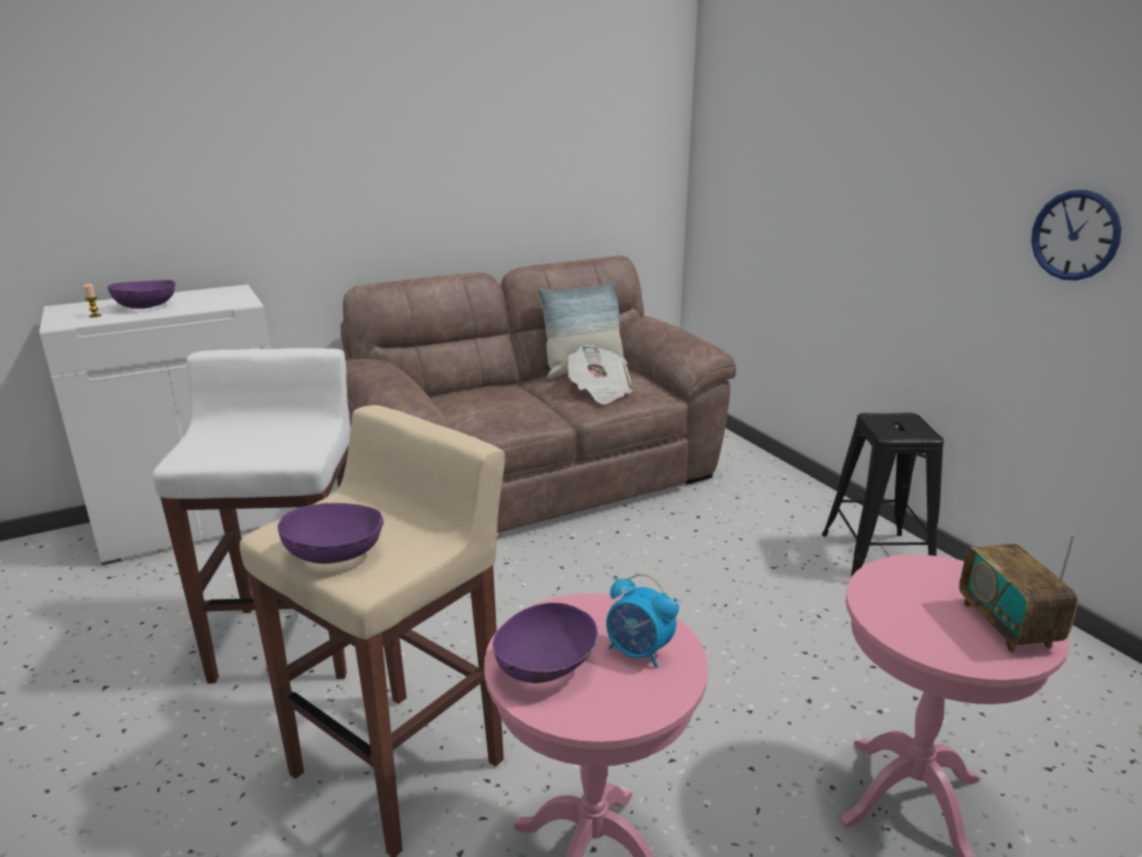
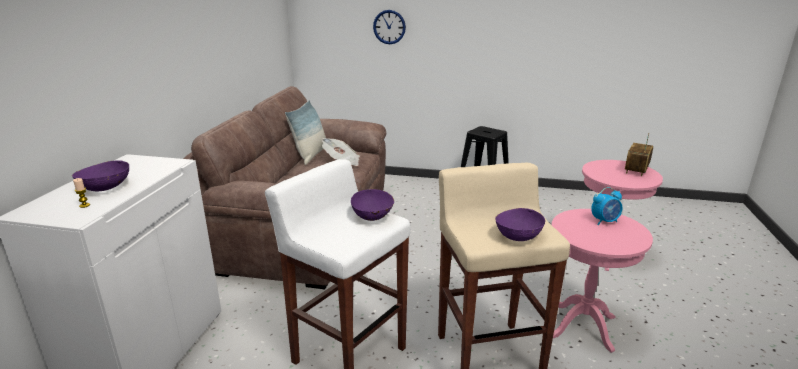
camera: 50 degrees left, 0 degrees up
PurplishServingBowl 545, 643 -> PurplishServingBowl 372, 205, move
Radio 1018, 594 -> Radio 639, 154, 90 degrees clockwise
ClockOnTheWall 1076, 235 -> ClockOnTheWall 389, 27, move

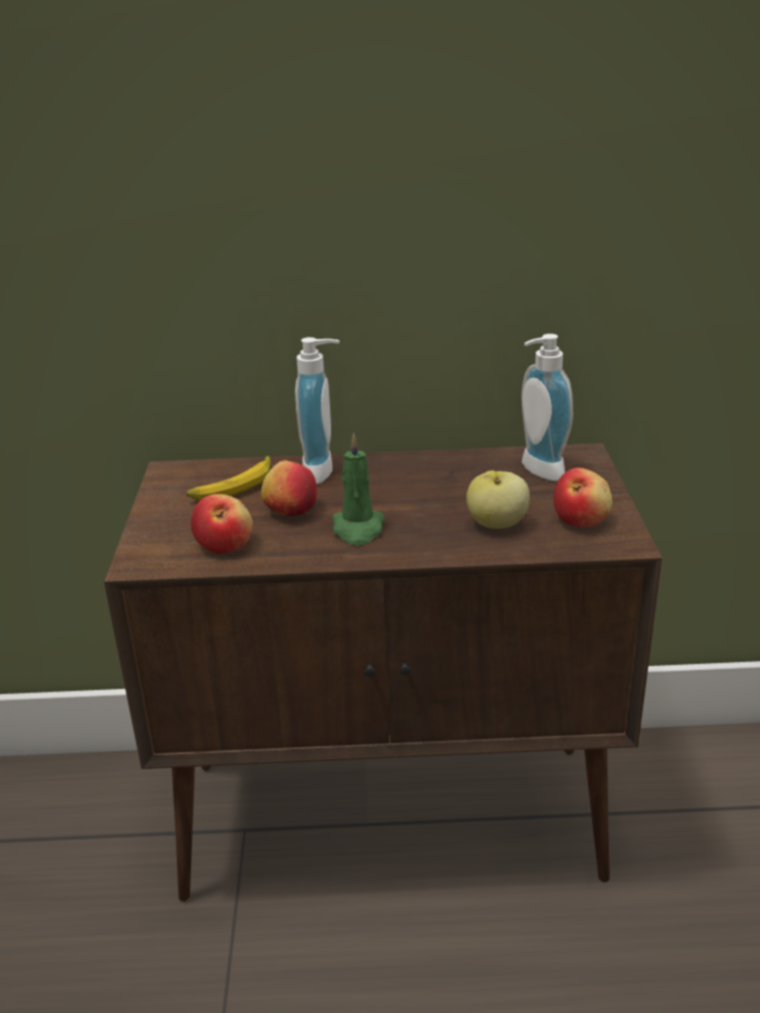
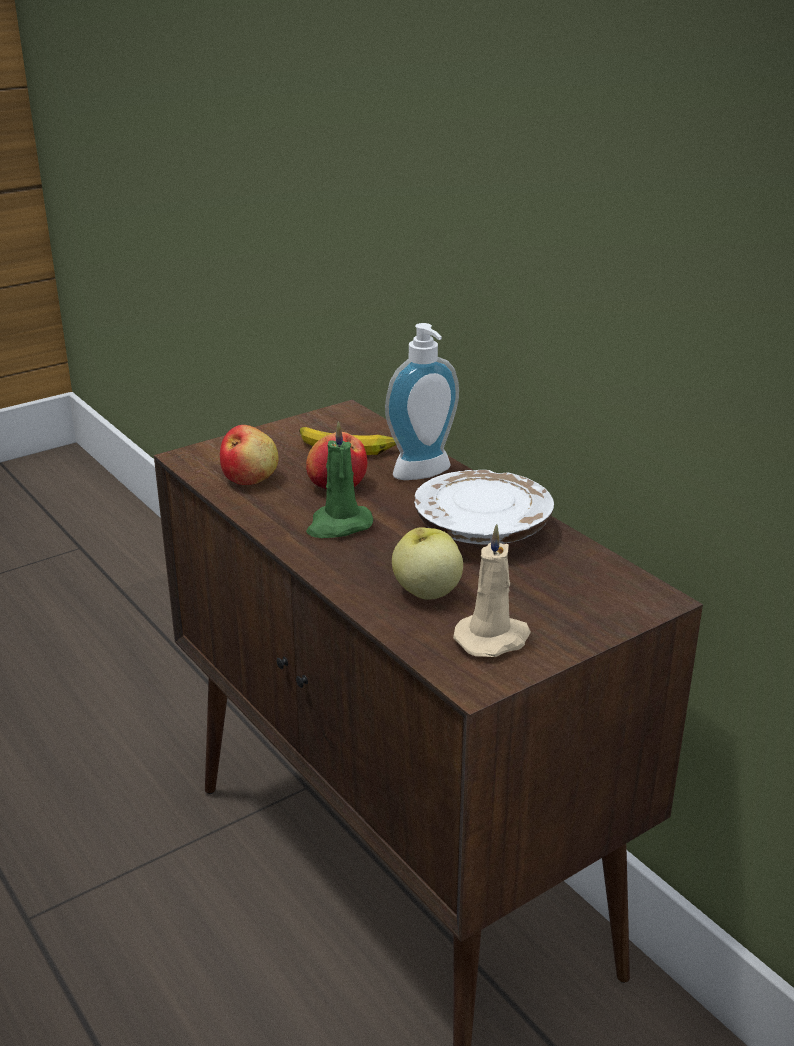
camera: 55 degrees right, 0 degrees up
SoapBottle 547, 407 -> none
Apple 582, 498 -> BeigeWaxLight 492, 590
none -> WhiteColouredPlate 484, 507

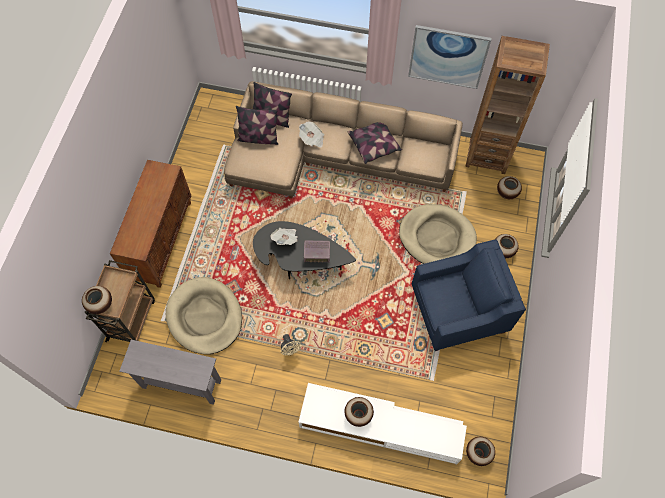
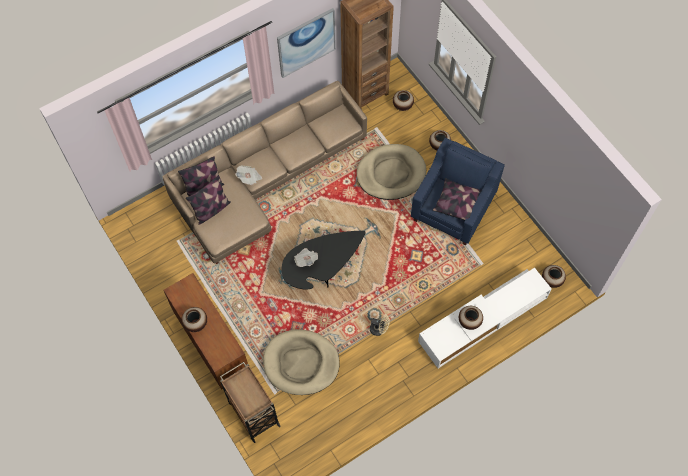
camera: 45 degrees left, 0 degrees up
FlowerVase 97, 300 -> FlowerVase 194, 319, move
GreyHallTable 170, 372 -> none
Radio 317, 252 -> none
ThrowPillow 375, 143 -> ThrowPillow 457, 199, move

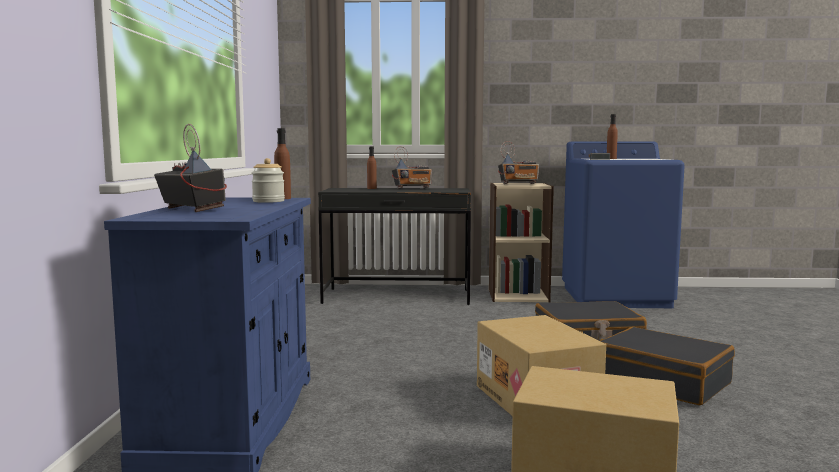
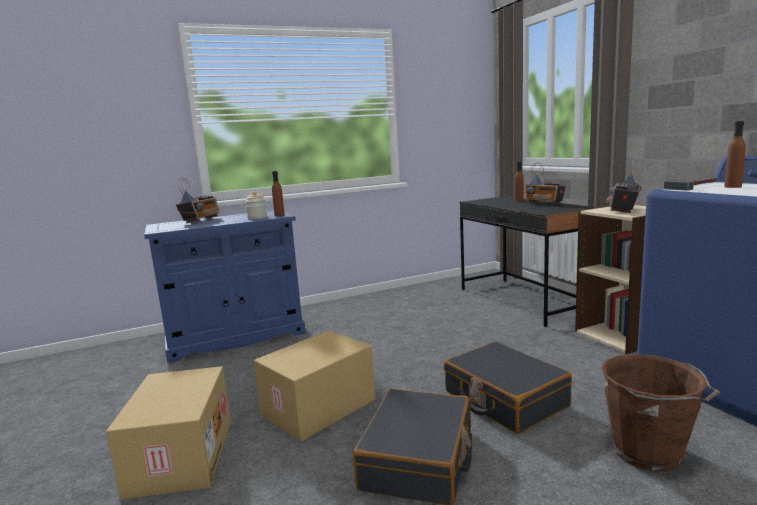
camera: 65 degrees right, 5 degrees up
Radio 518, 162 -> Radio 623, 185, 60 degrees clockwise
none -> BrownColouredWaterBucket 660, 413

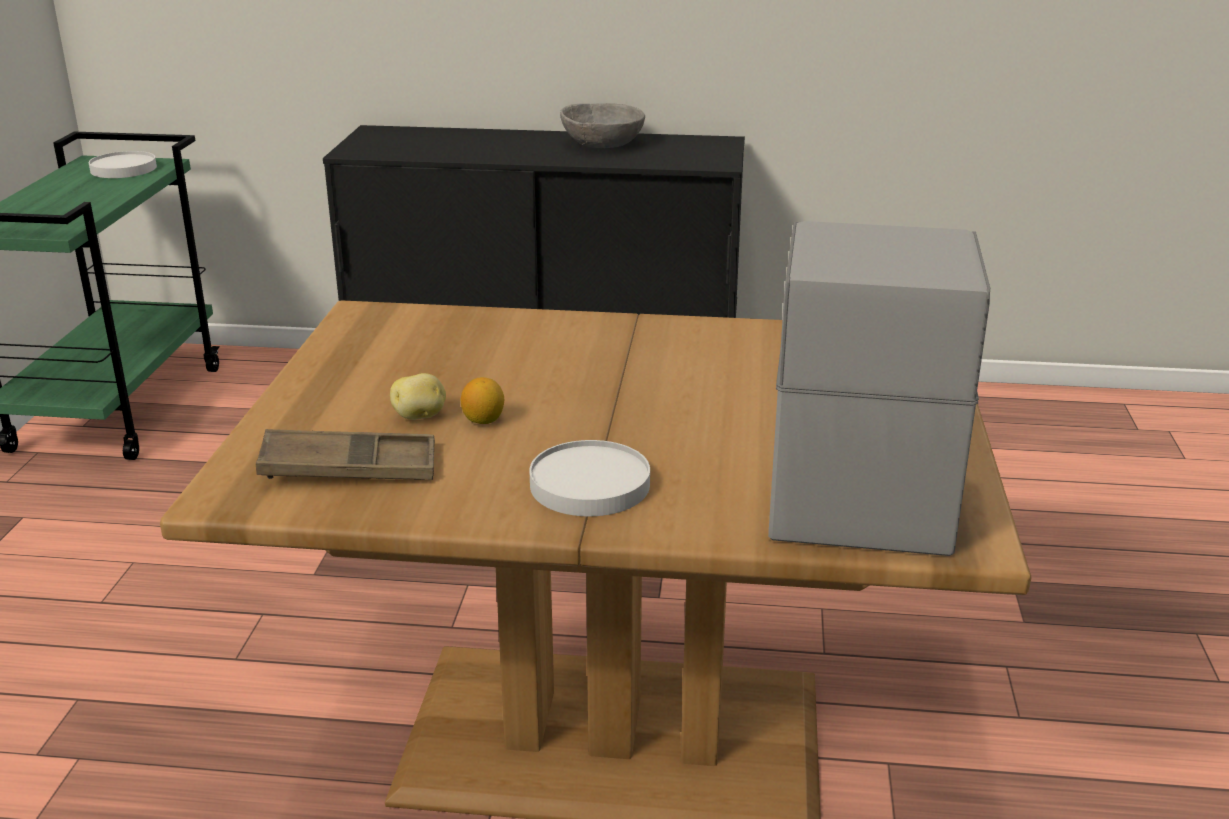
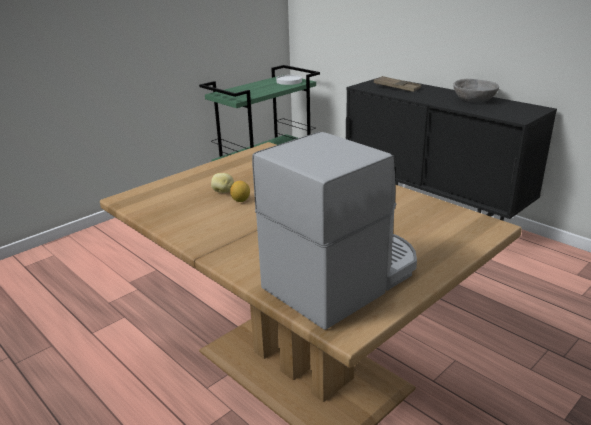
camera: 40 degrees right, 0 degrees up
BrownColouredCarryingTray 345, 454 -> BrownColouredCarryingTray 397, 84, move
WhiteColouredPlate 589, 478 -> none

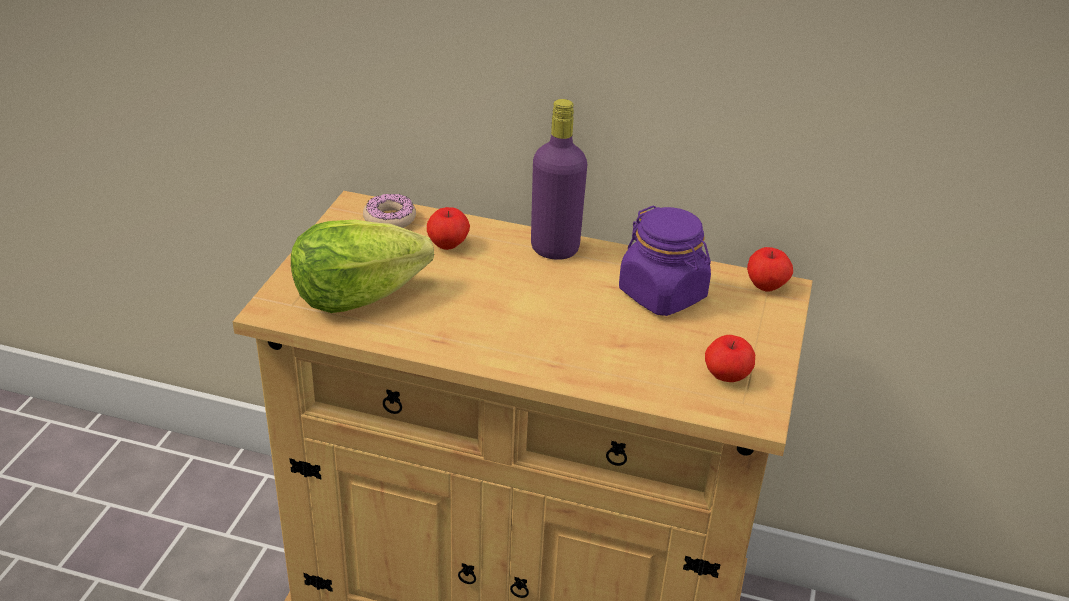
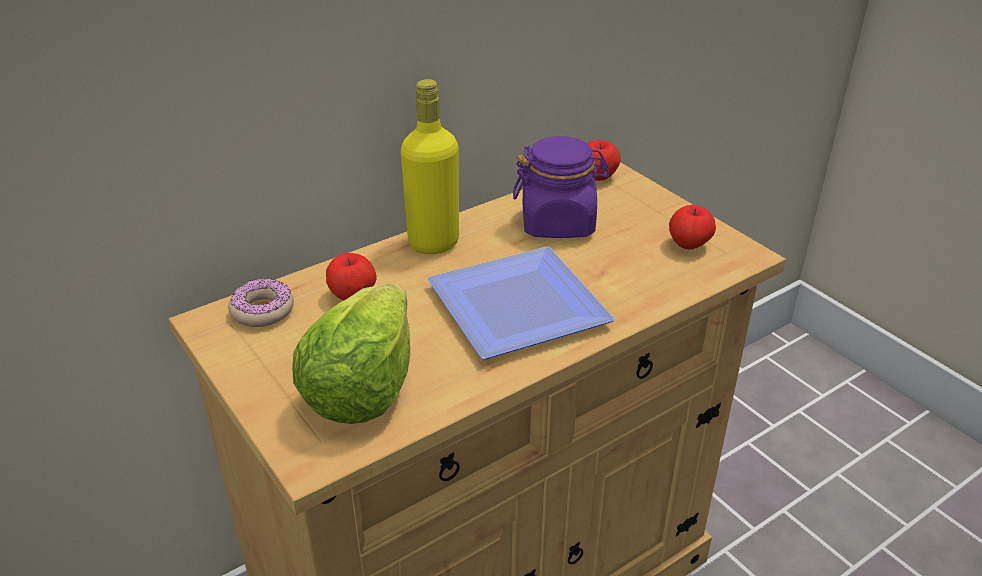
camera: 50 degrees left, 0 degrees up
PurplishDrinkBottle 559, 179 -> YellowishDrinkBottle 430, 166
none -> Plate 521, 302

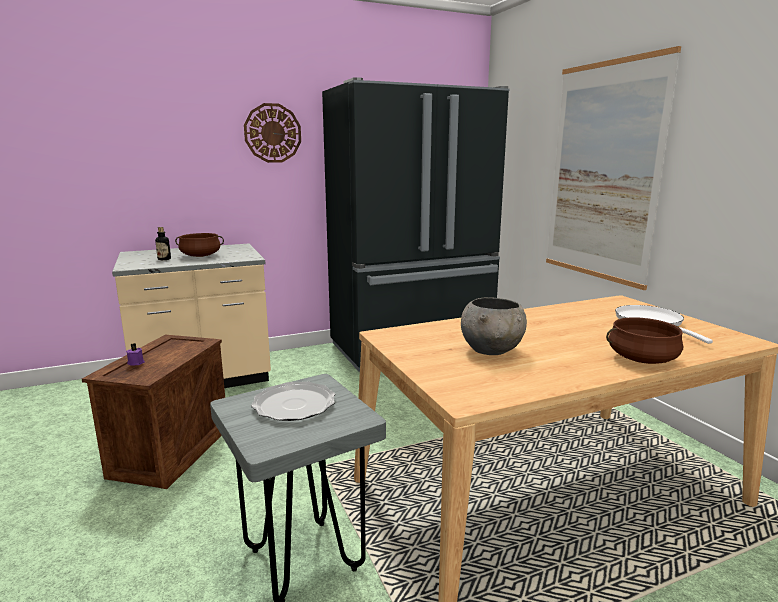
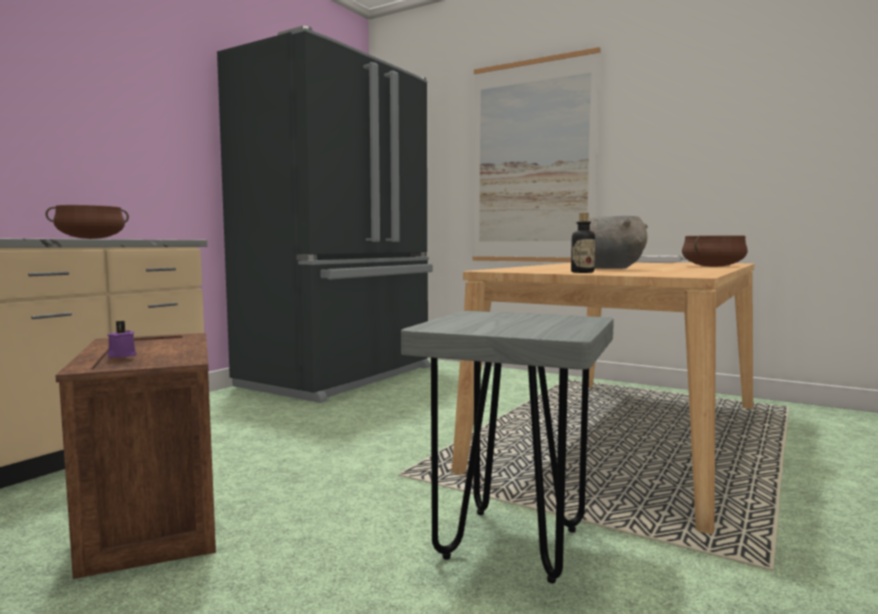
camera: 35 degrees left, 10 degrees down
DrinkBottle 163, 243 -> DrinkBottle 583, 243, move
ClockOnTheWall 272, 133 -> none
Plate 293, 401 -> none

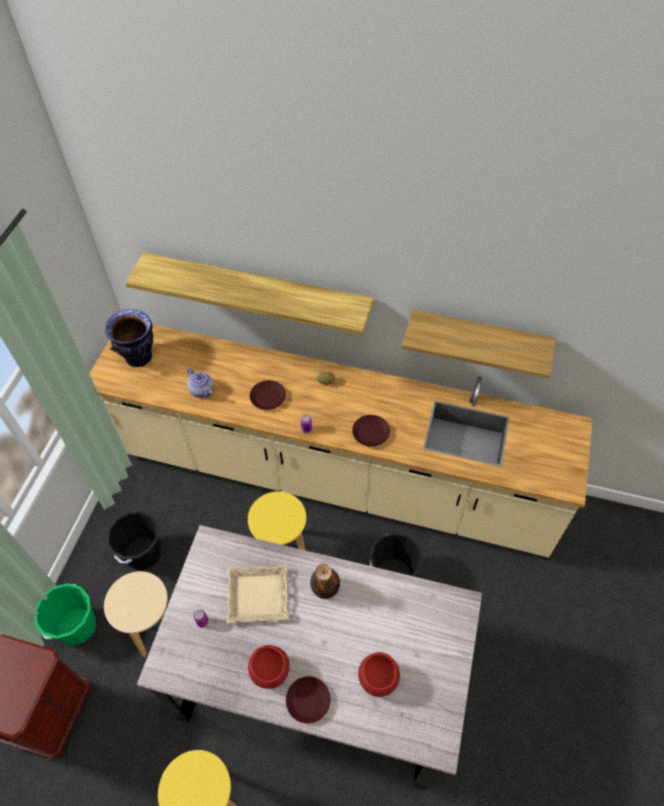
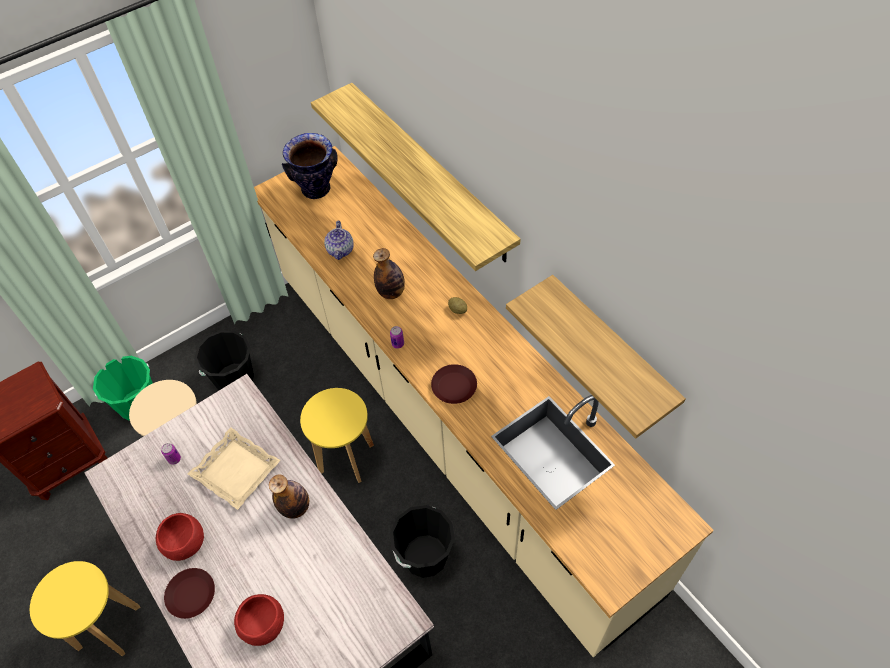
camera: 40 degrees right, 0 degrees up
BrownColouredPlate 268, 395 -> DrinkBottle 389, 273

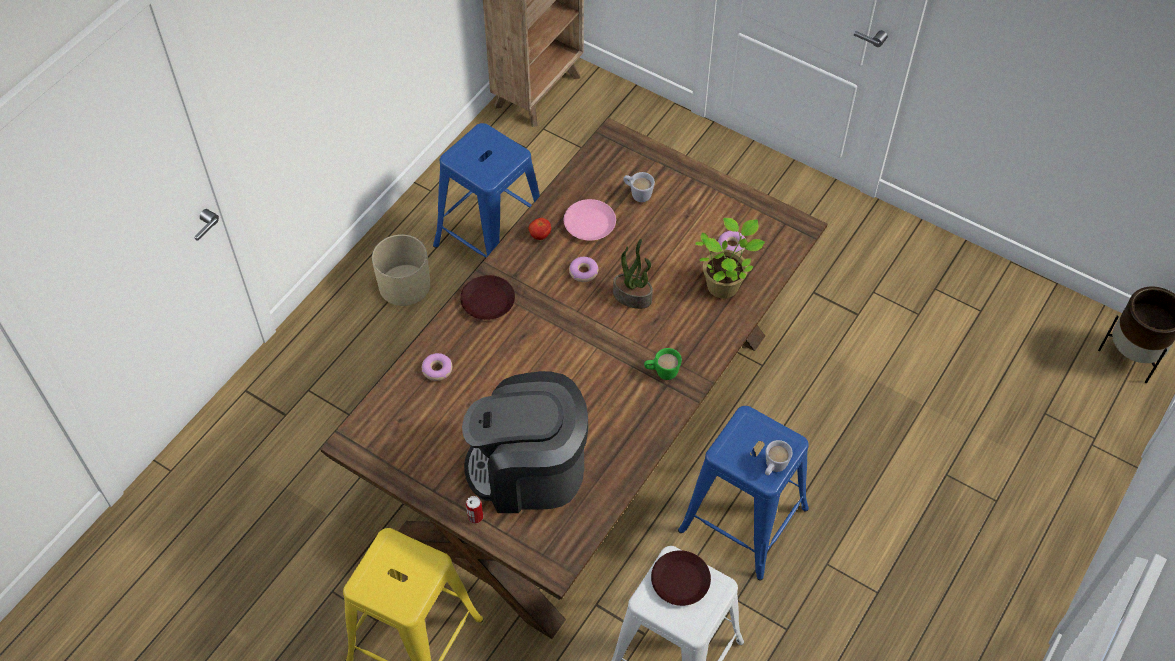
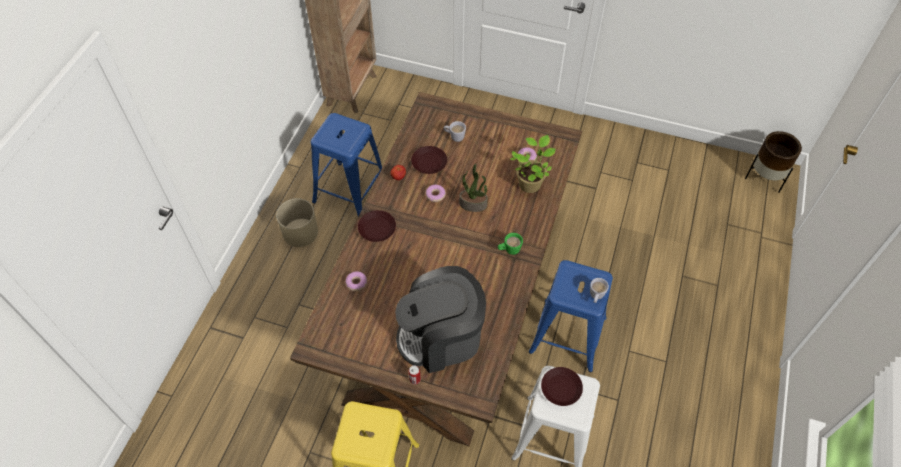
camera: 15 degrees left, 0 degrees up
PinkPlate 590, 220 -> BrownColouredPlate 429, 160

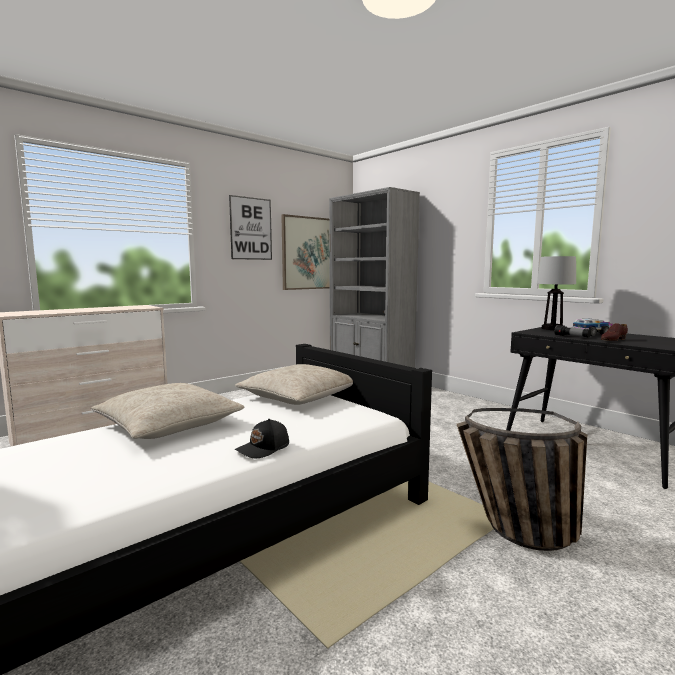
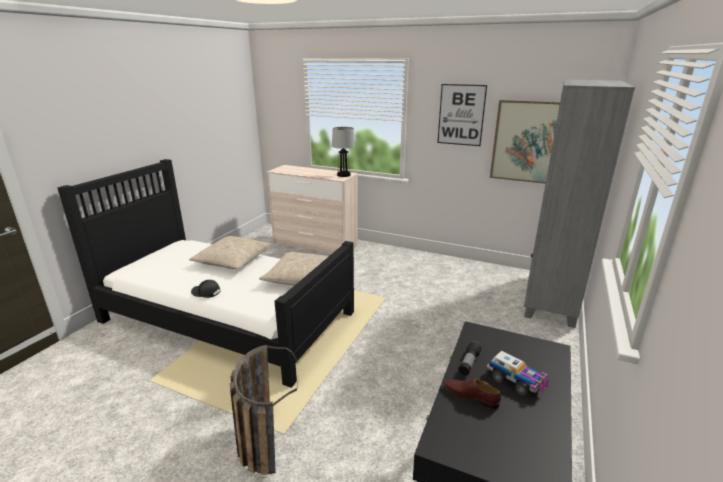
camera: 65 degrees right, 15 degrees up
TabletopLamp 556, 293 -> TabletopLamp 343, 152, move

